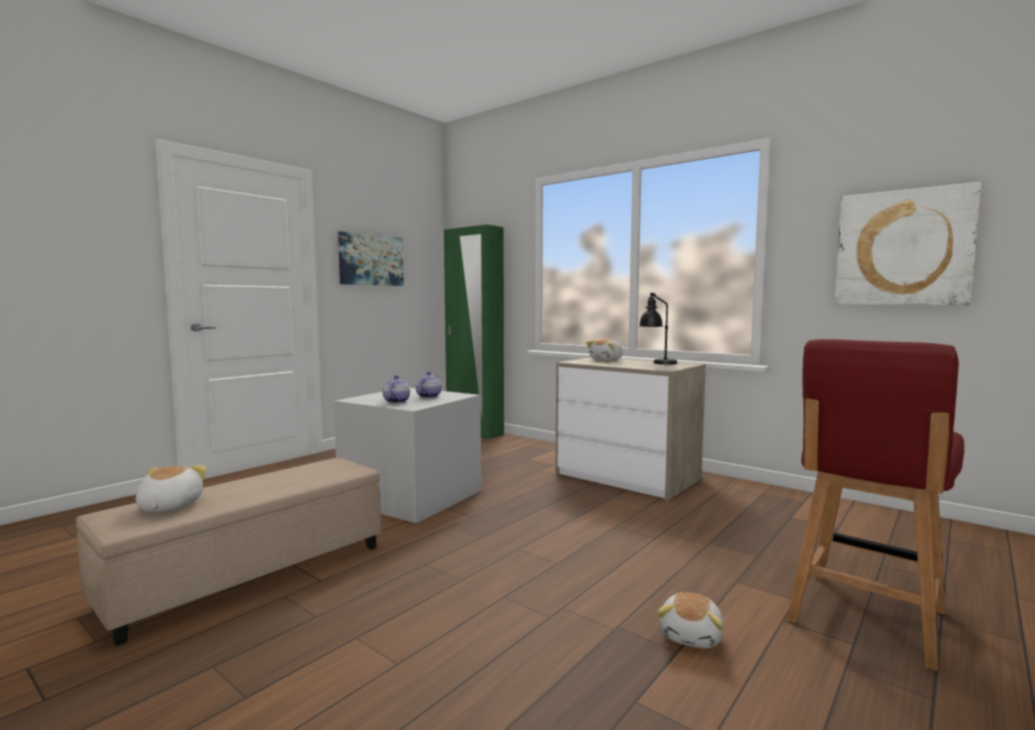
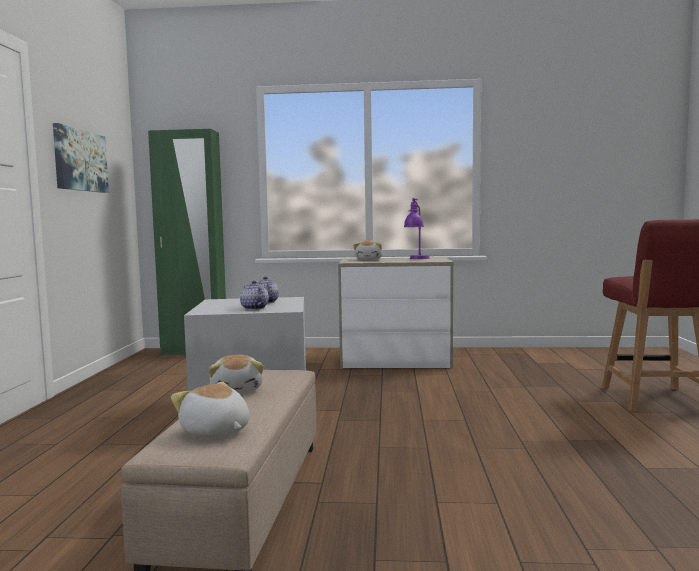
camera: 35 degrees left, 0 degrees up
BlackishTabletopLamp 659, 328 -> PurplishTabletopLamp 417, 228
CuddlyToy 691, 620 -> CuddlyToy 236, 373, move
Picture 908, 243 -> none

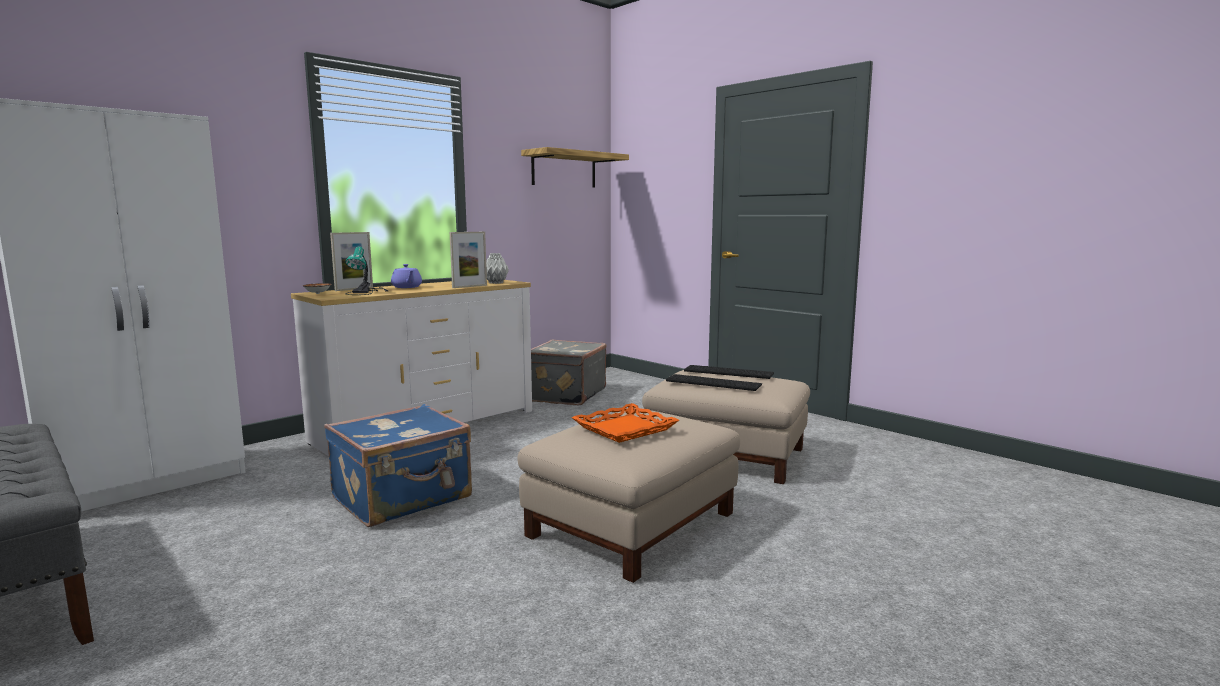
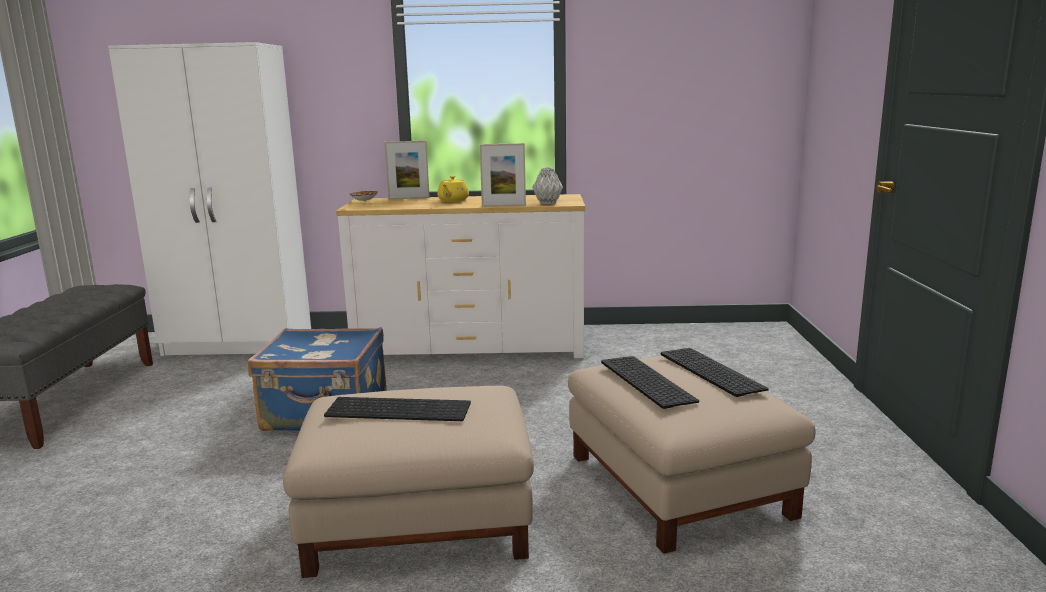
camera: 45 degrees right, 5 degrees up
TabletopLamp 367, 270 -> none
PurplishTeaPot 406, 276 -> YellowishTeaPot 453, 189
BracketShelf 575, 167 -> none
GreyTravelCase 569, 372 -> none
OrangeCarryingTray 625, 423 -> ComputerKeyboard 397, 409

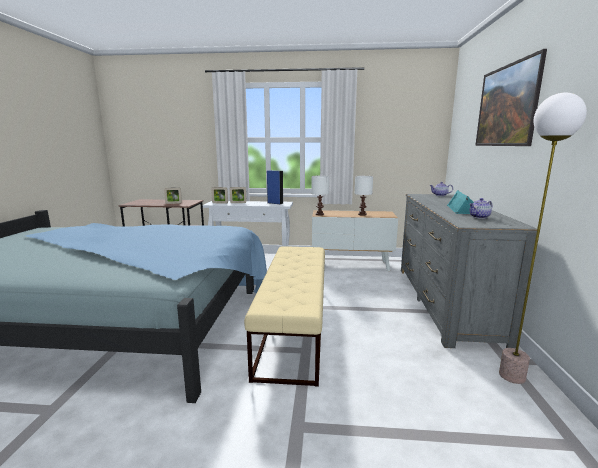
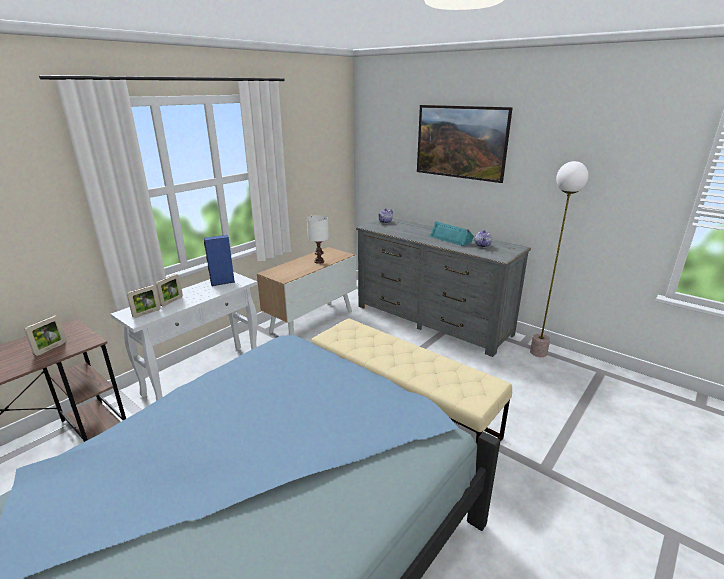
camera: 55 degrees left, 10 degrees up
WhiteColouredTabletopLamp 320, 195 -> none

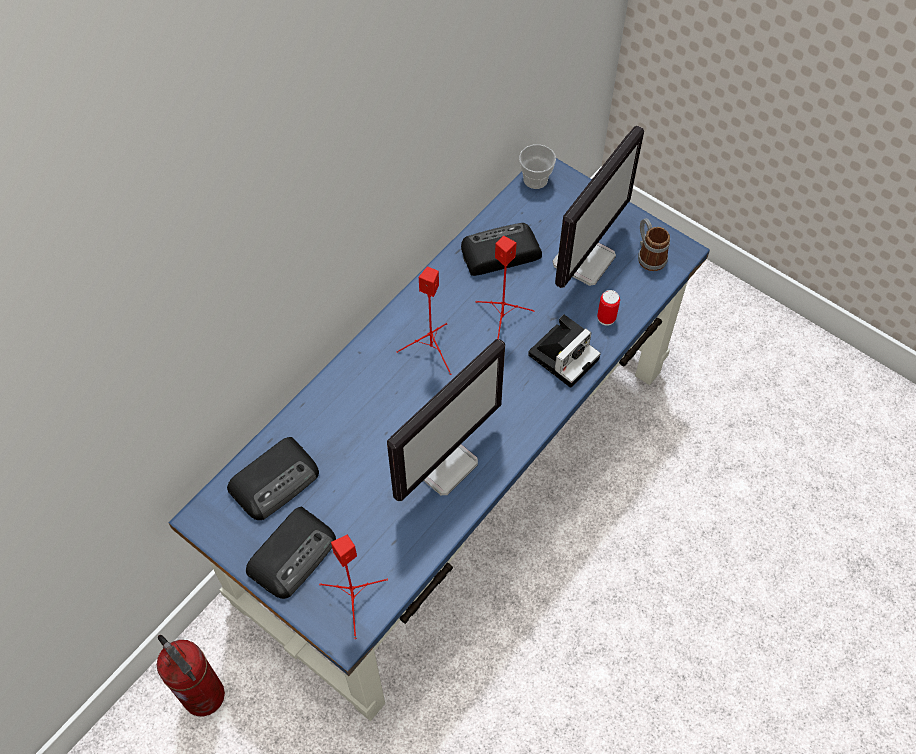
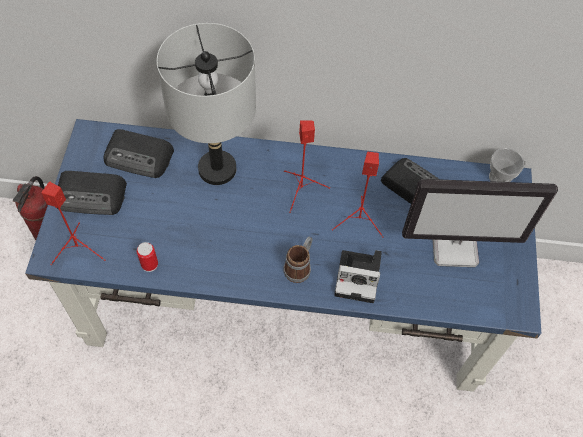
camera: 55 degrees right, 0 degrees up
ComputerScreen 446, 420 -> none
MetalCan 608, 308 -> MetalCan 147, 257, move
TeaMug 654, 244 -> TeaMug 297, 260, move
none -> GreyTabletopLamp 206, 104

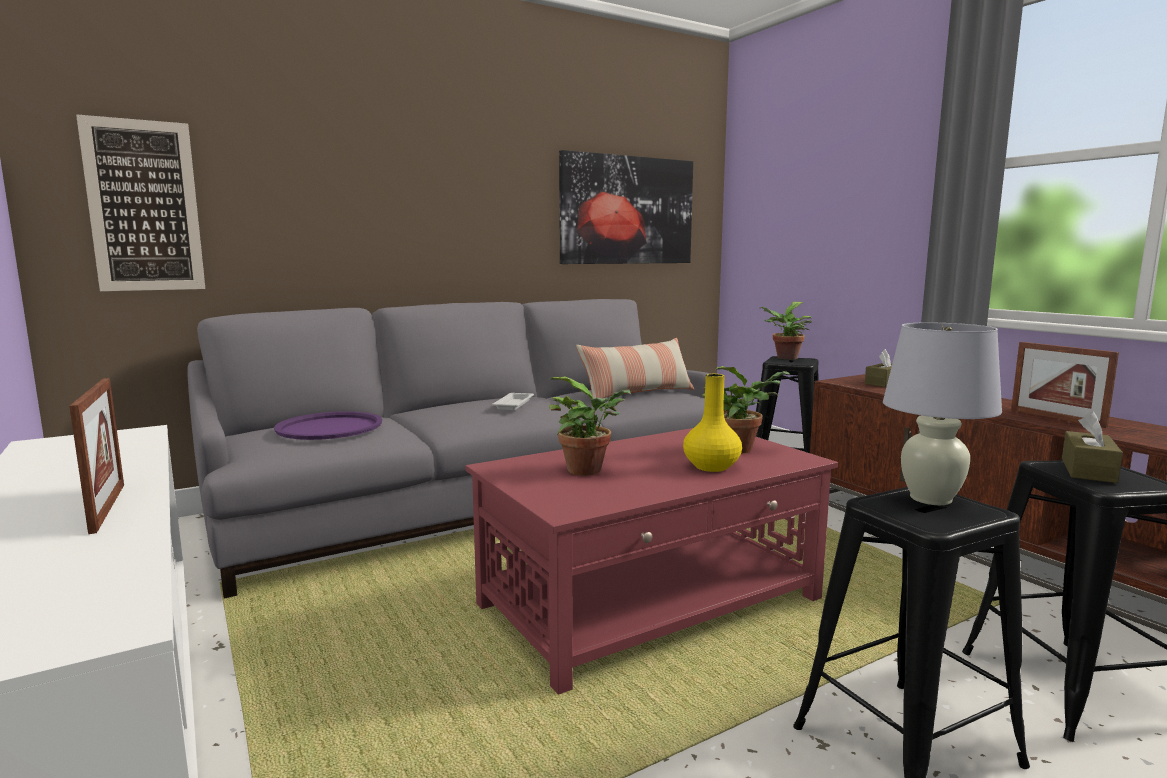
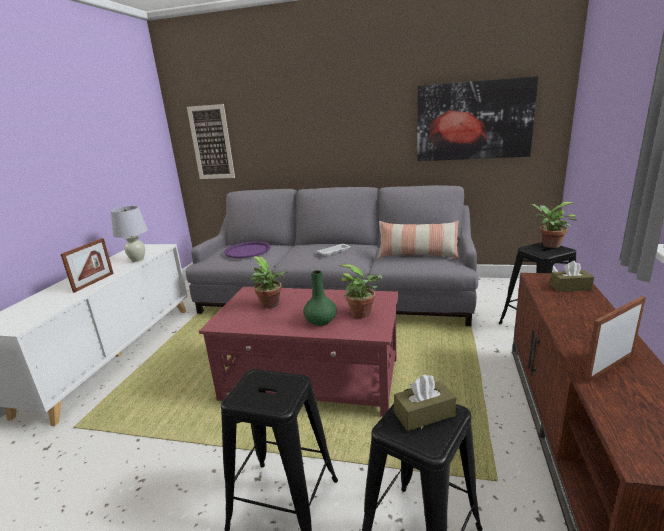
camera: 45 degrees right, 10 degrees up
YellowishFlowerVase 712, 423 -> GreenFlowerVase 320, 298
WhiteColouredTabletopLamp 942, 414 -> WhiteColouredTabletopLamp 129, 234, move
StandingFrame 1065, 385 -> StandingFrame 615, 339, 45 degrees clockwise

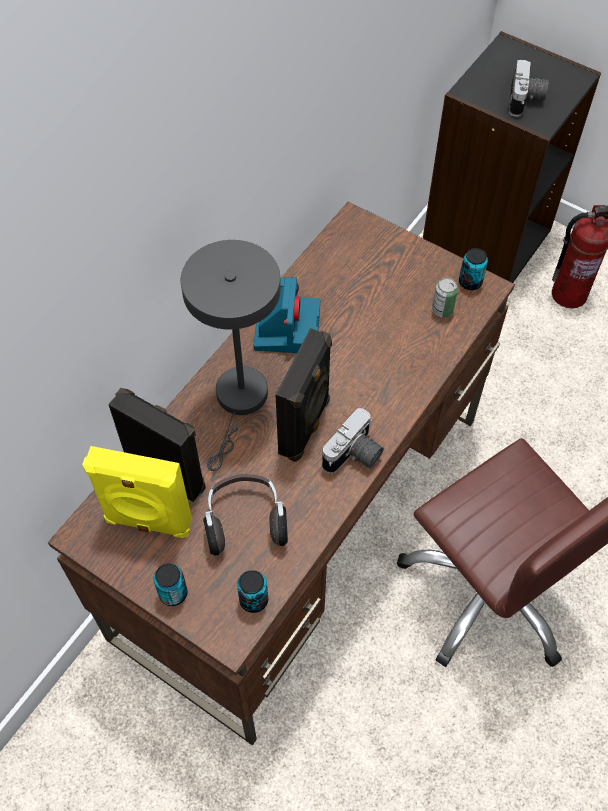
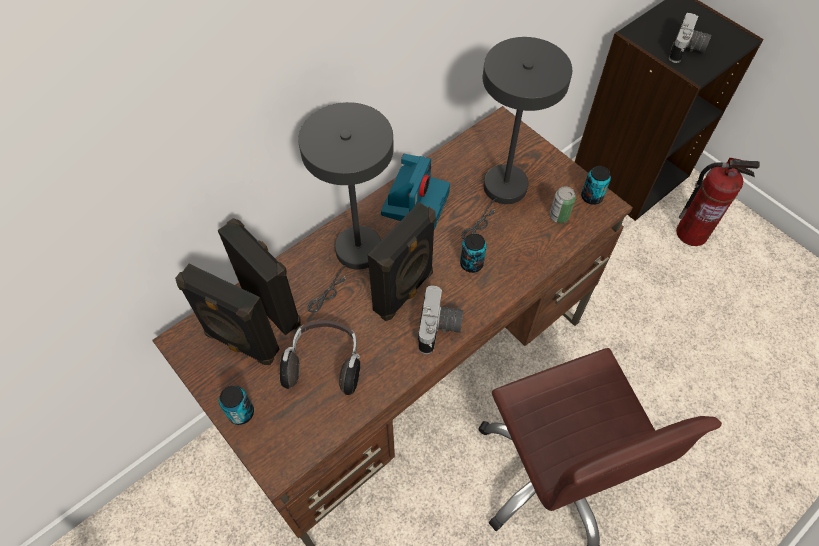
camera: 15 degrees right, 0 degrees up
YellowishAudioSpeaker 137, 492 -> BlackishAudioSpeaker 227, 314
MetalCan 252, 591 -> MetalCan 473, 253, move
PhotoCamera 353, 441 -> PhotoCamera 441, 319, 45 degrees counterclockwise
none -> GreyTabletopLamp 516, 138

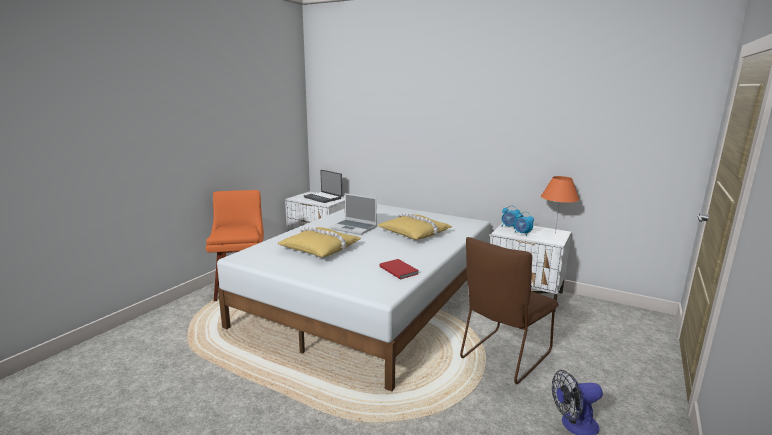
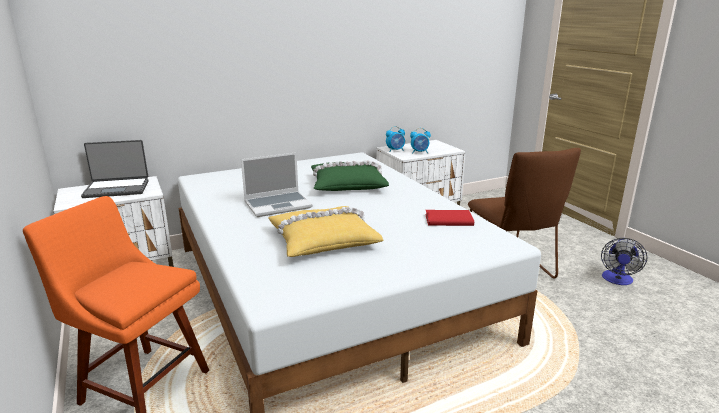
camera: 55 degrees left, 5 degrees up
YellowishThrowPillow 415, 226 -> GreenThrowPillow 350, 175
OrangeTabletopLamp 560, 204 -> none

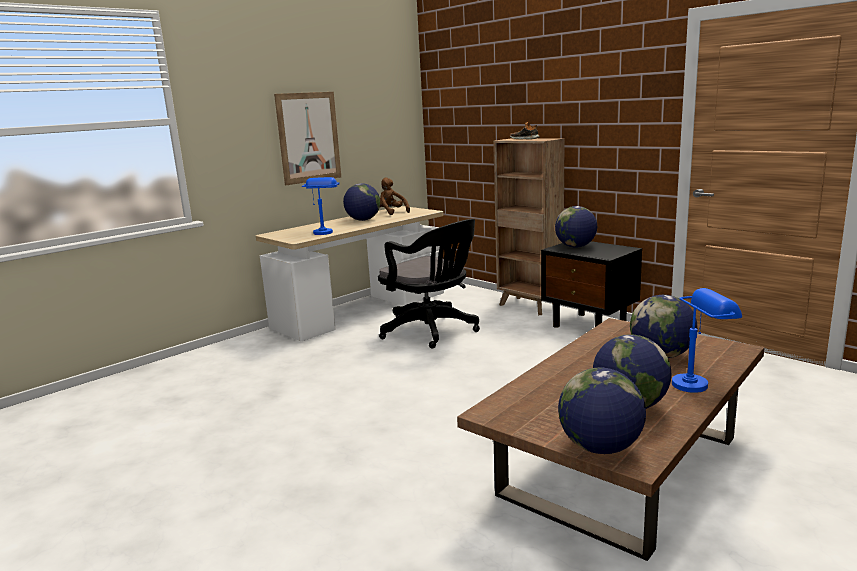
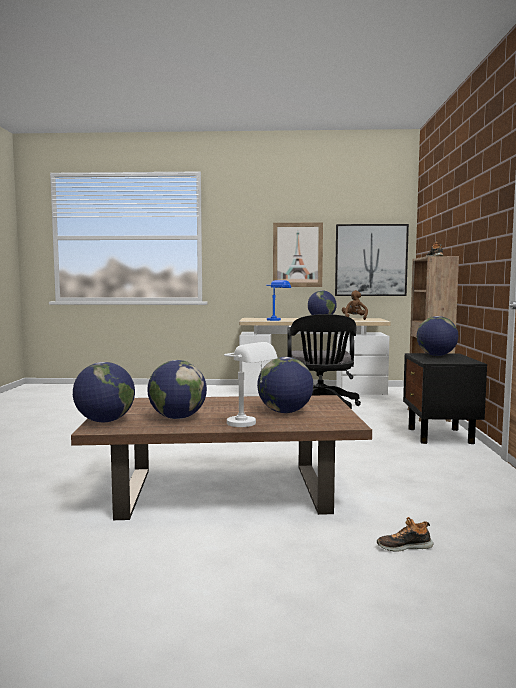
camera: 45 degrees right, 10 degrees down
BlueColouredTabletopLamp 707, 340 -> WhiteColouredTabletopLamp 250, 384
none -> Picture 372, 260
none -> LowShoe 405, 534

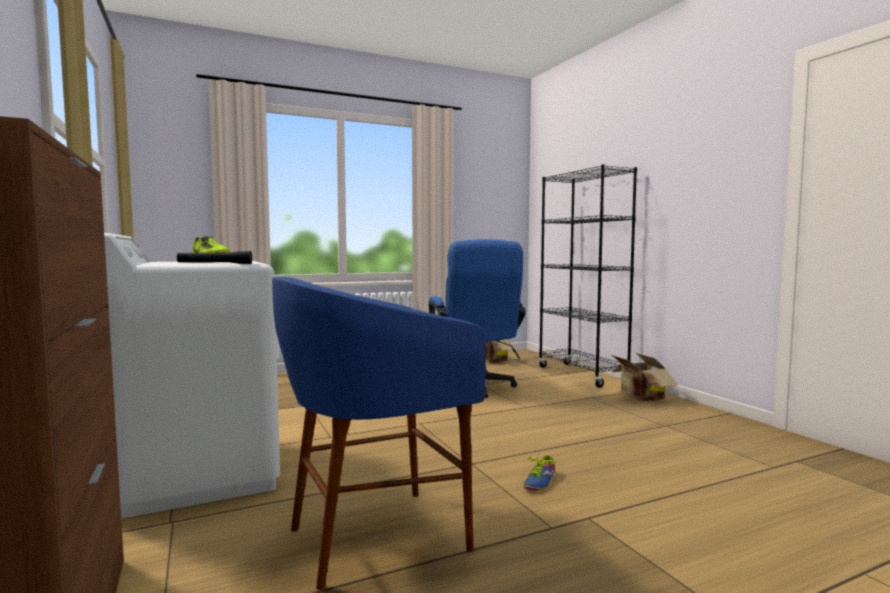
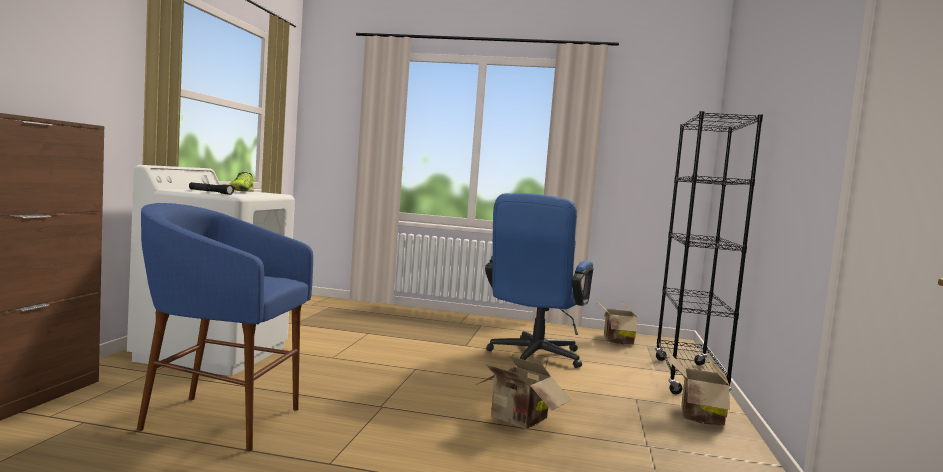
camera: 35 degrees right, 0 degrees up
LowShoe 539, 471 -> none
none -> CardboardBox 523, 392

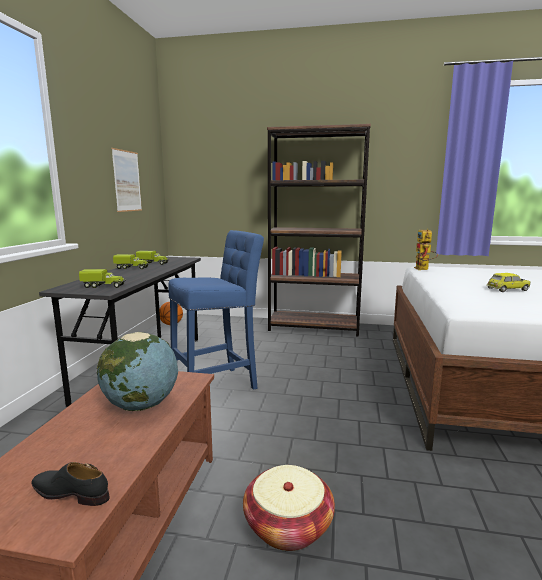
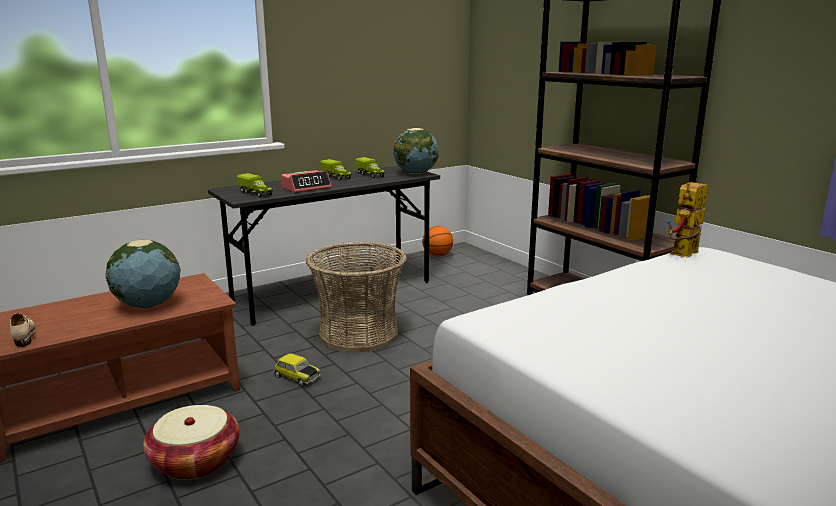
camera: 45 degrees right, 5 degrees up
BlackishLowShoe 70, 484 -> BeigeLowShoe 22, 330
Picture 126, 180 -> none
BlueColouredSittingStool 216, 310 -> StorageBasket 356, 297
ToyCar 509, 282 -> ToyCar 296, 369, move
none -> AlarmClock 306, 181
none -> WorldGlobe 416, 151

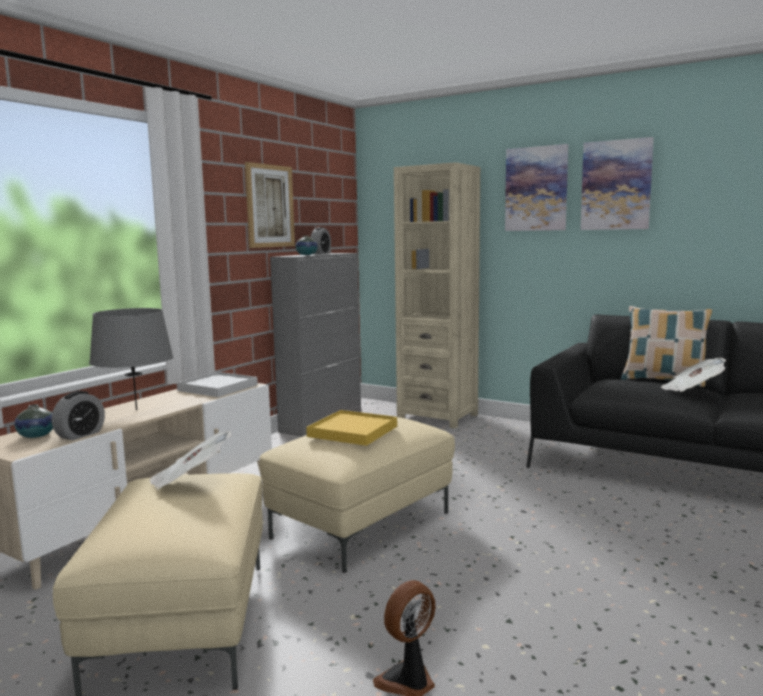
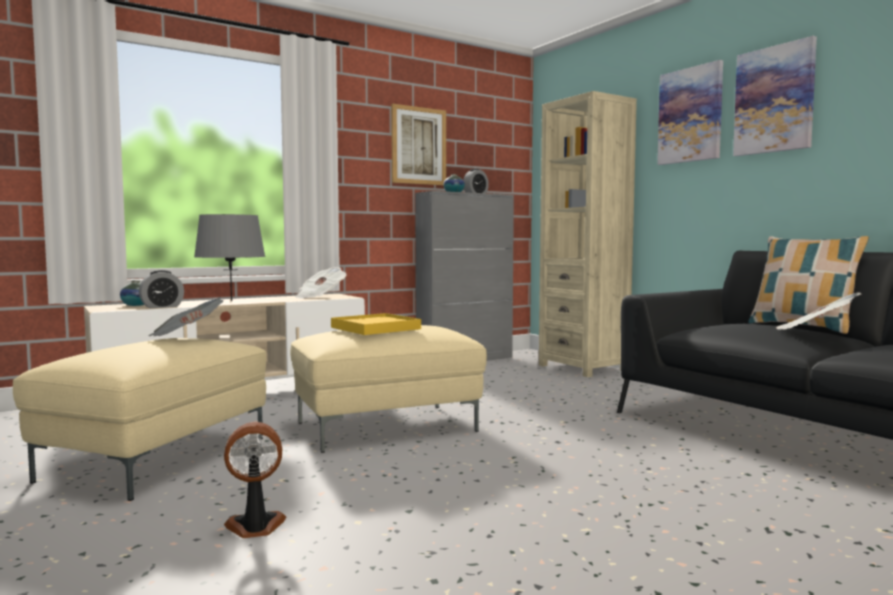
camera: 25 degrees right, 5 degrees down
WhiteColouredCarryingTray 217, 384 -> PrintedPaper 321, 283

